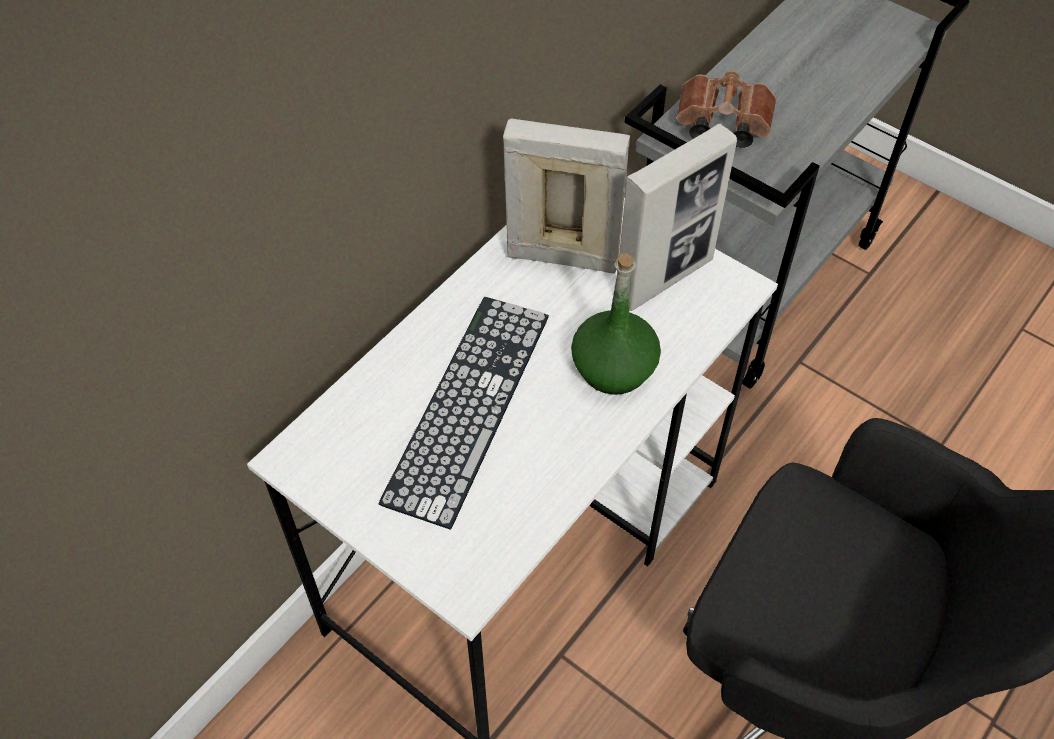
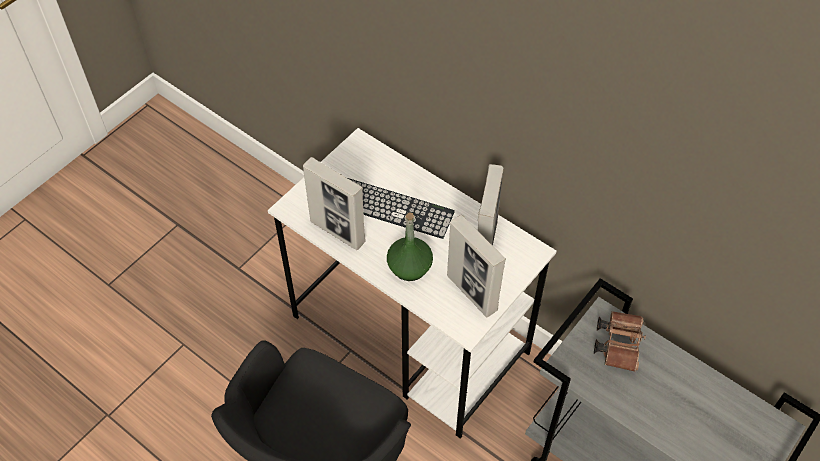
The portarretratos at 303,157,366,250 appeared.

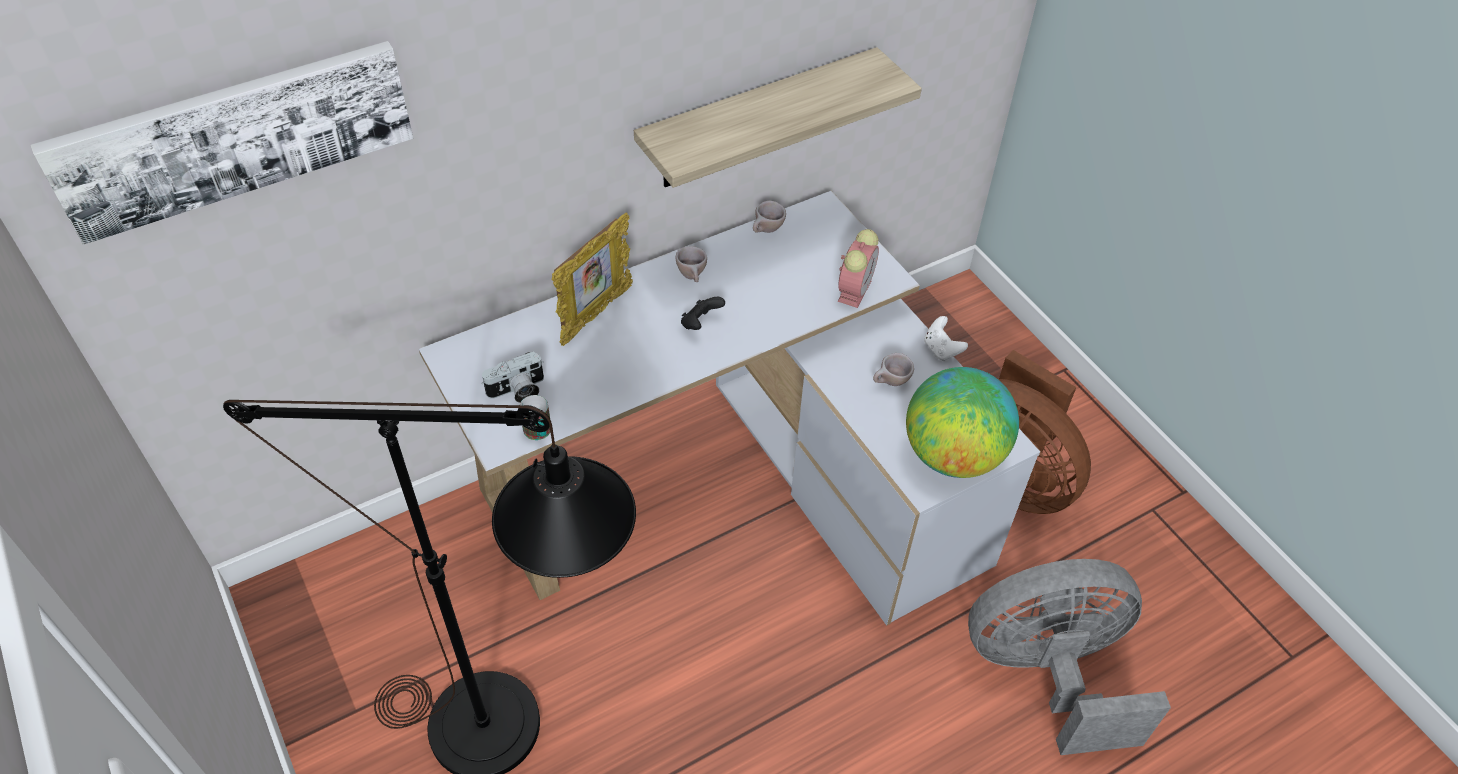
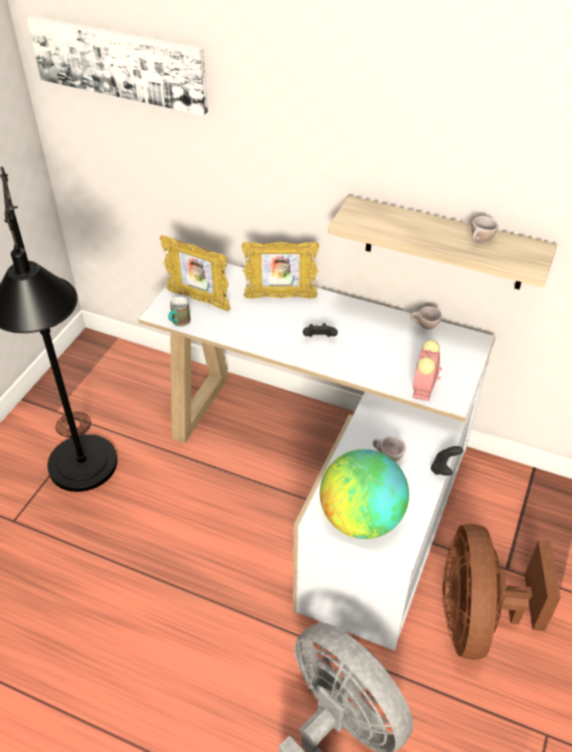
The cámara at 481,351,544,403 was replaced by the portarretratos at 160,235,231,311.
The despertador at 838,229,879,308 turned 120 degrees clockwise.
The mando de consola [blanco] at 924,316,968,361 became the mando de consola [negro] at 431,446,463,476.
The taza [beis] moved from 675,246,707,282 to 471,216,498,243.

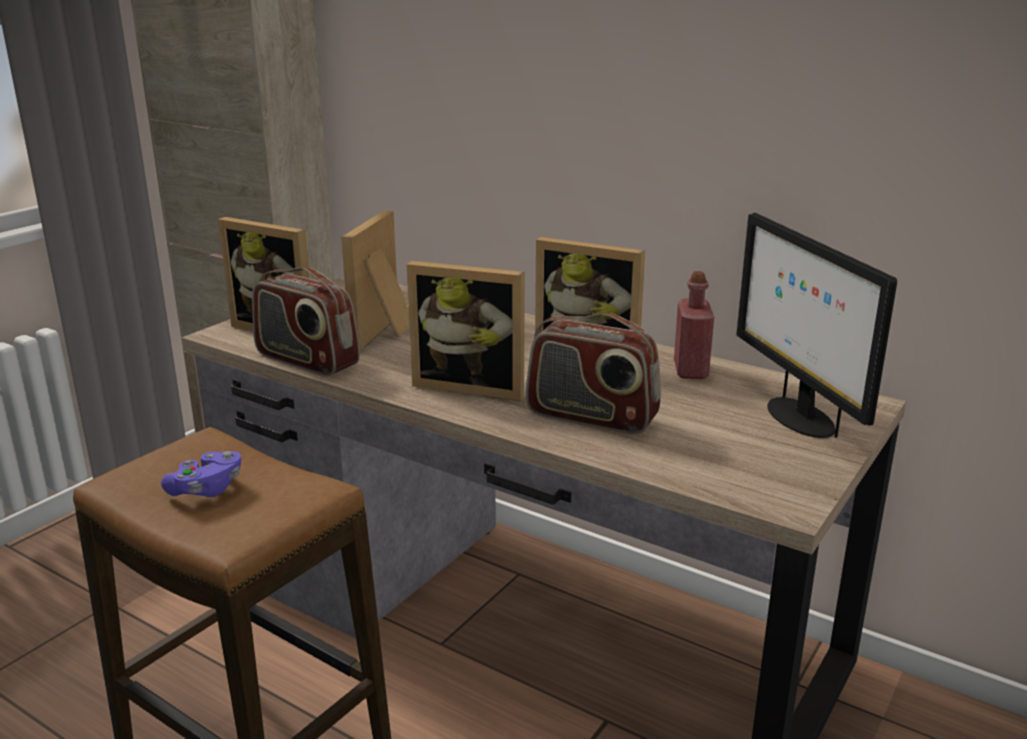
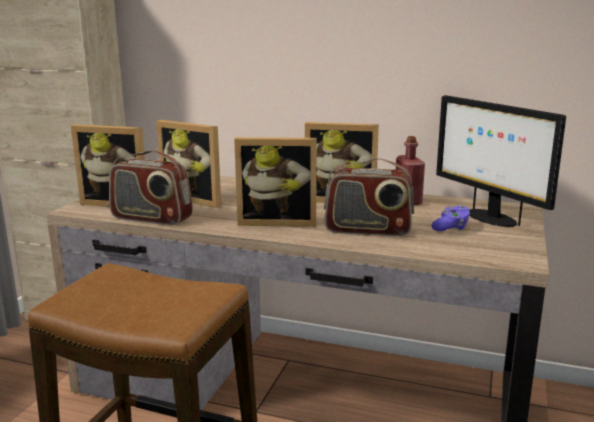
The portarretratos at 341,211,409,351 turned 60 degrees counterclockwise.
The mando de consola [morado] moved from 161,451,241,497 to 431,205,470,231.

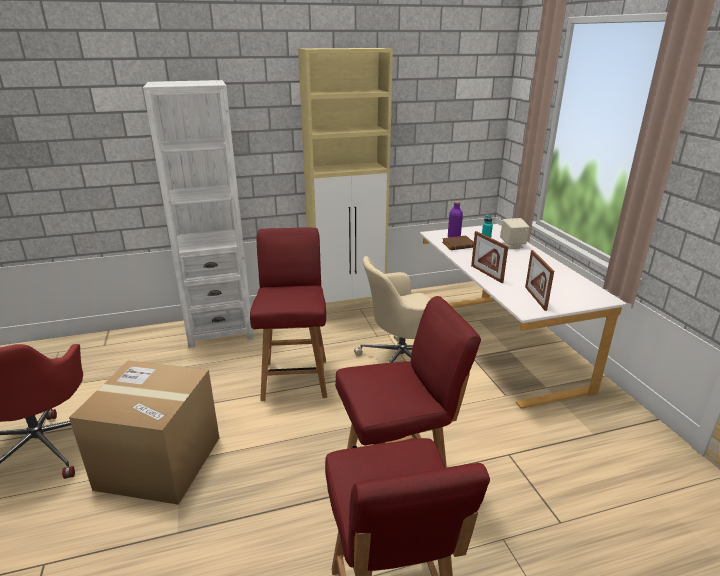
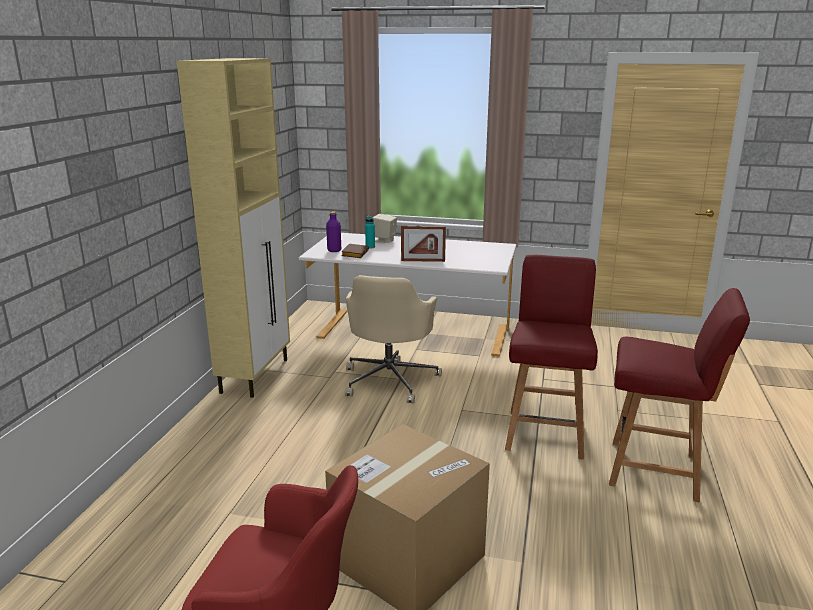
The estantería [blanco] at 143,80,253,348 disappeared.
The silla [rojo] at 250,227,327,401 disappeared.
The portarretratos at 525,250,554,311 disappeared.

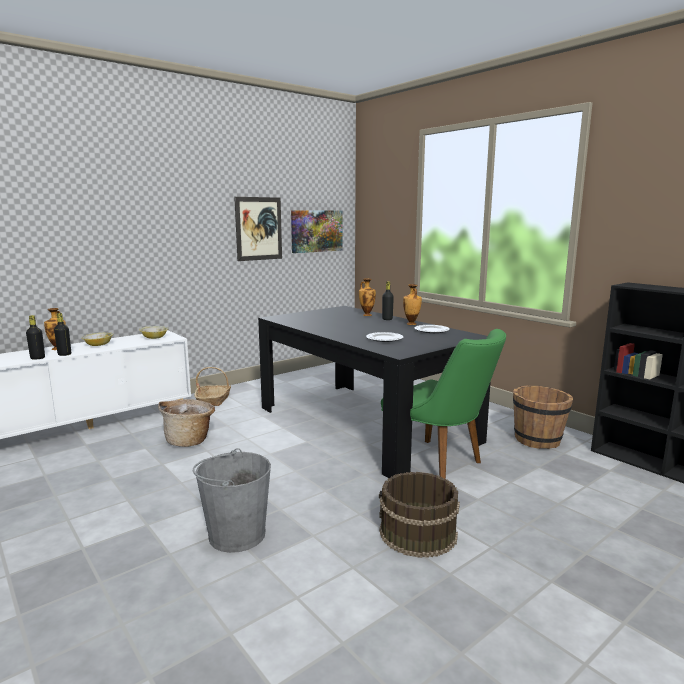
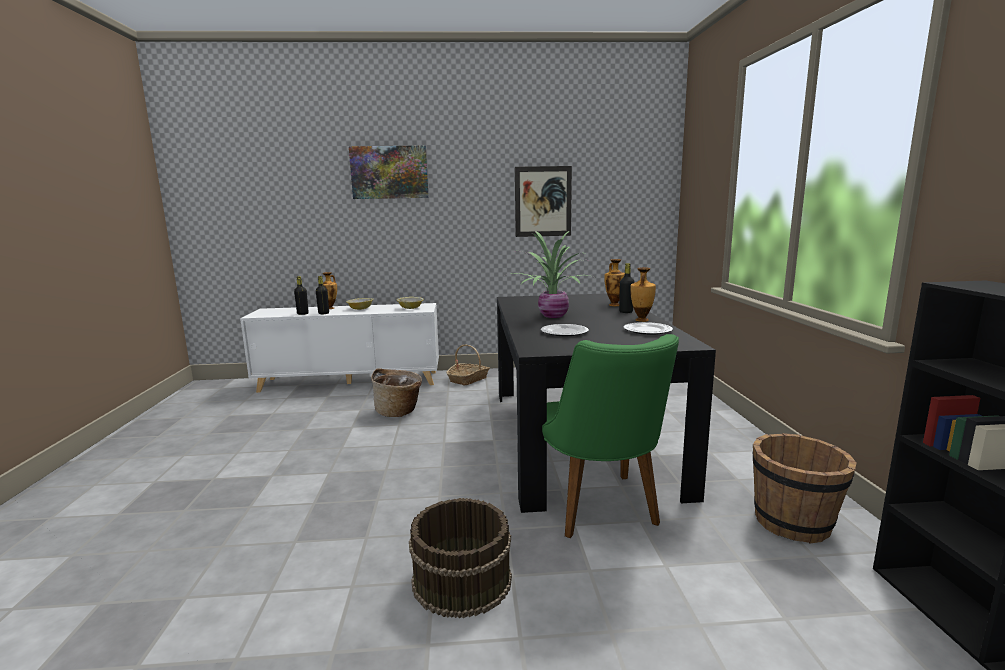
The cuadro moved from 291,210,342,253 to 349,145,429,199.
The planta en maceta at 504,231,593,318 appeared.
The cubo [gris] at 193,448,271,553 disappeared.

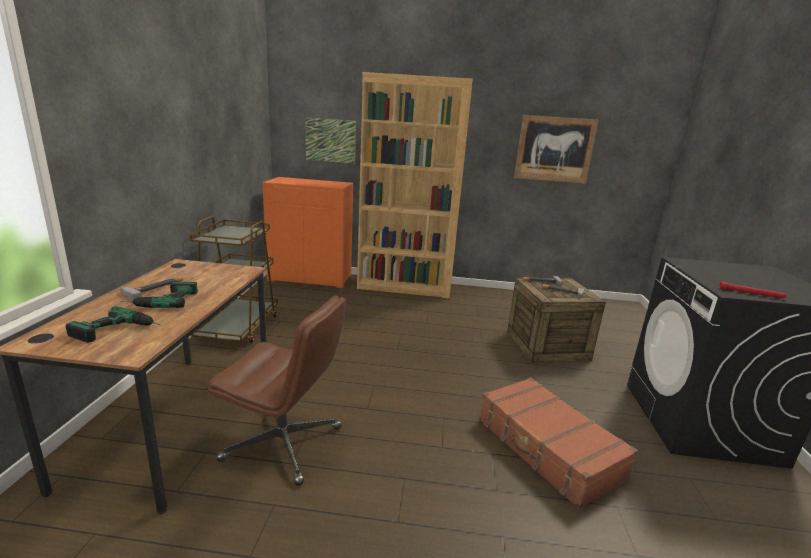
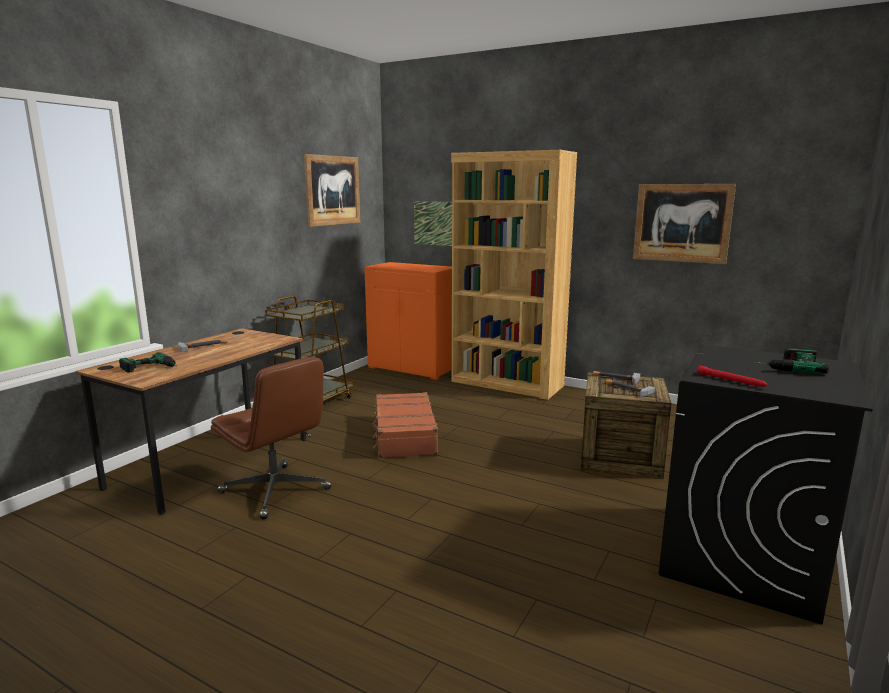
The cuadro at 304,154,360,227 appeared.
The maleta [marrón] moved from 479,377,638,509 to 372,392,438,458.
The taladro moved from 120,282,198,308 to 755,348,829,374.

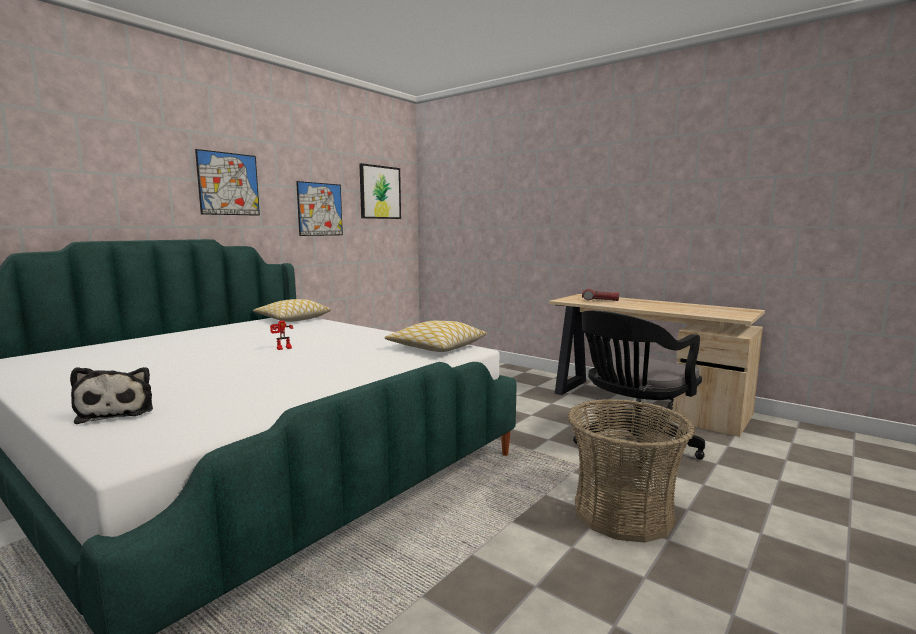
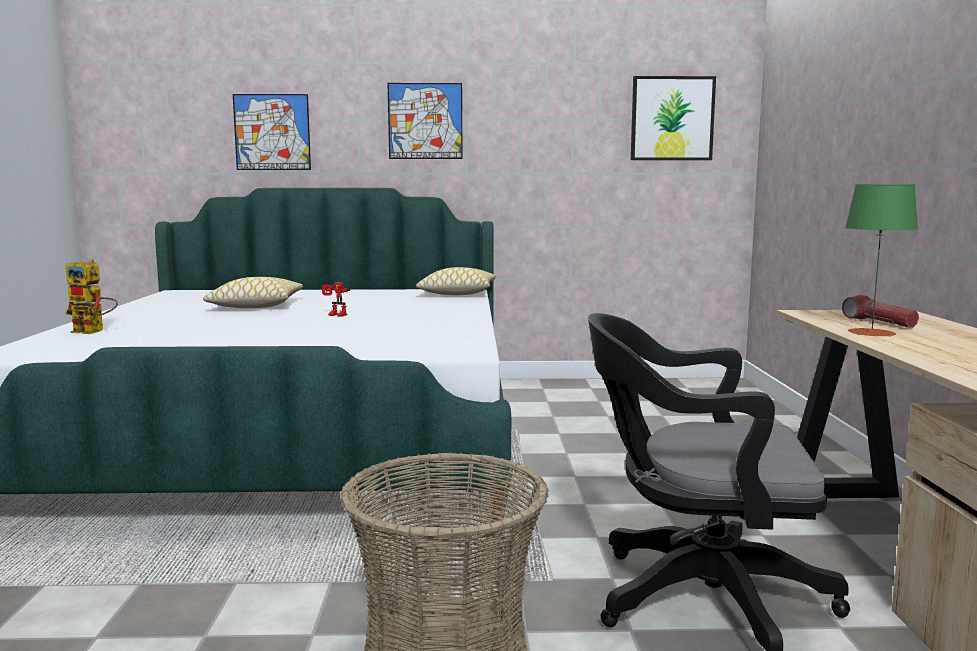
The peluche at 70,367,153,424 was replaced by the robot de juguete at 65,259,118,334.
The cojín moved from 385,321,487,352 to 203,277,303,308.
The cuadro moved from 296,181,343,236 to 233,94,311,170.
The lámpara de mesa [verde] at 845,184,918,336 appeared.

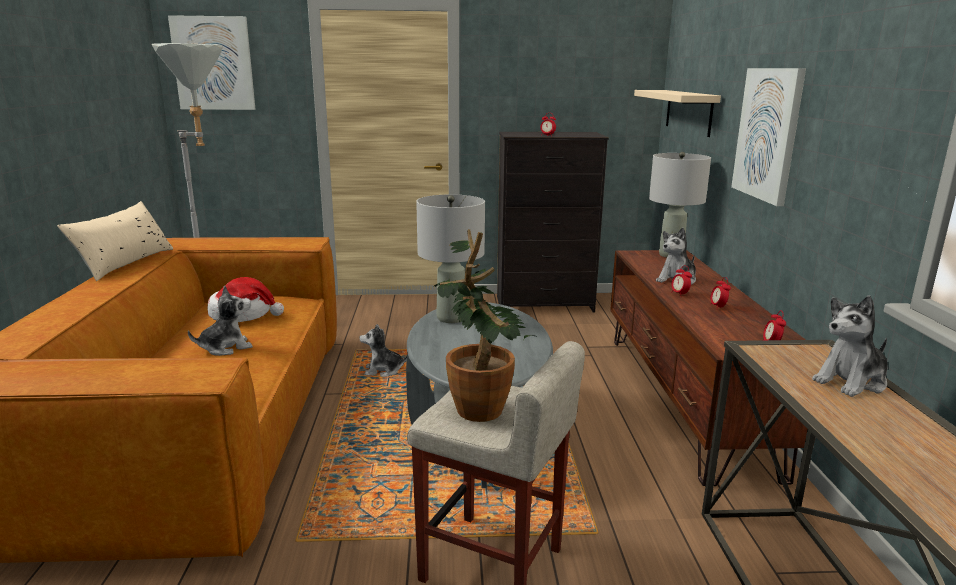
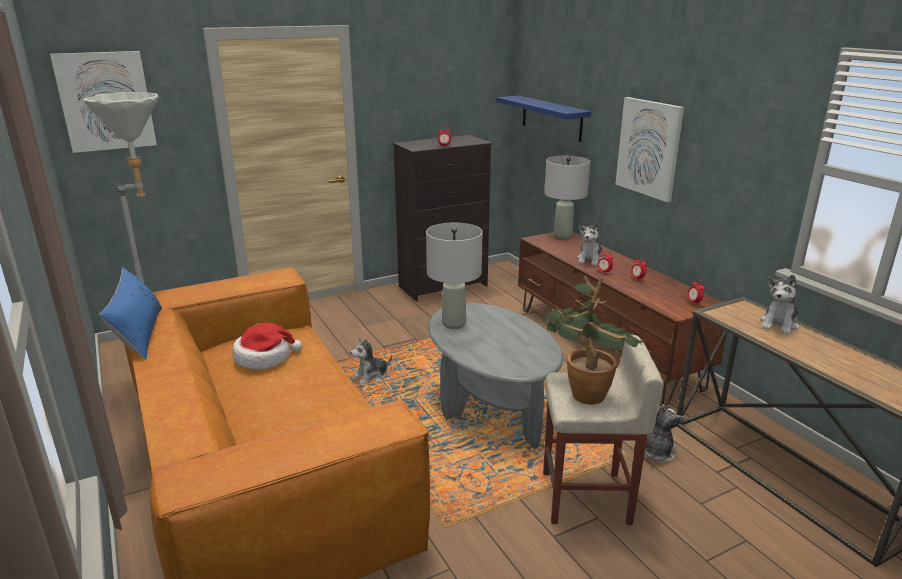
The cojín [beis] at 57,201,174,281 became the cojín [azul] at 99,268,162,360.
The estante [beis] at 634,90,721,137 became the estante [azul] at 496,96,591,142.
The peluche moved from 188,285,253,356 to 644,404,684,463.

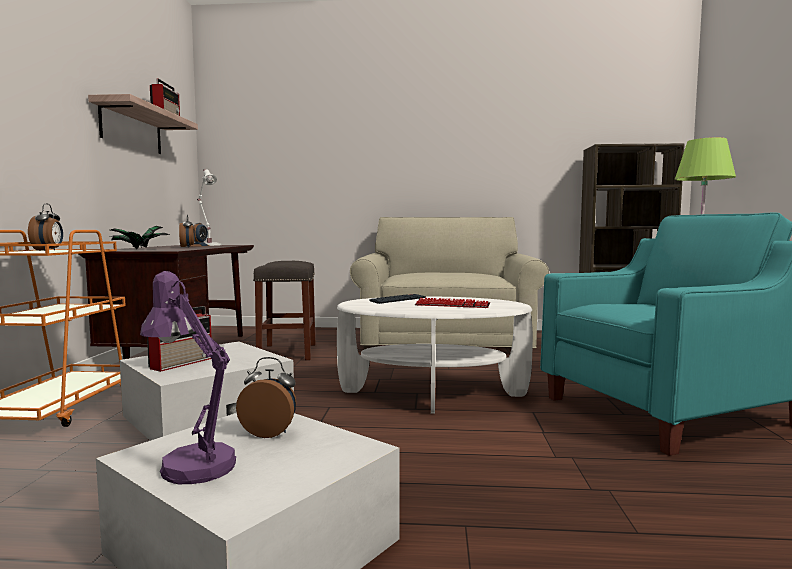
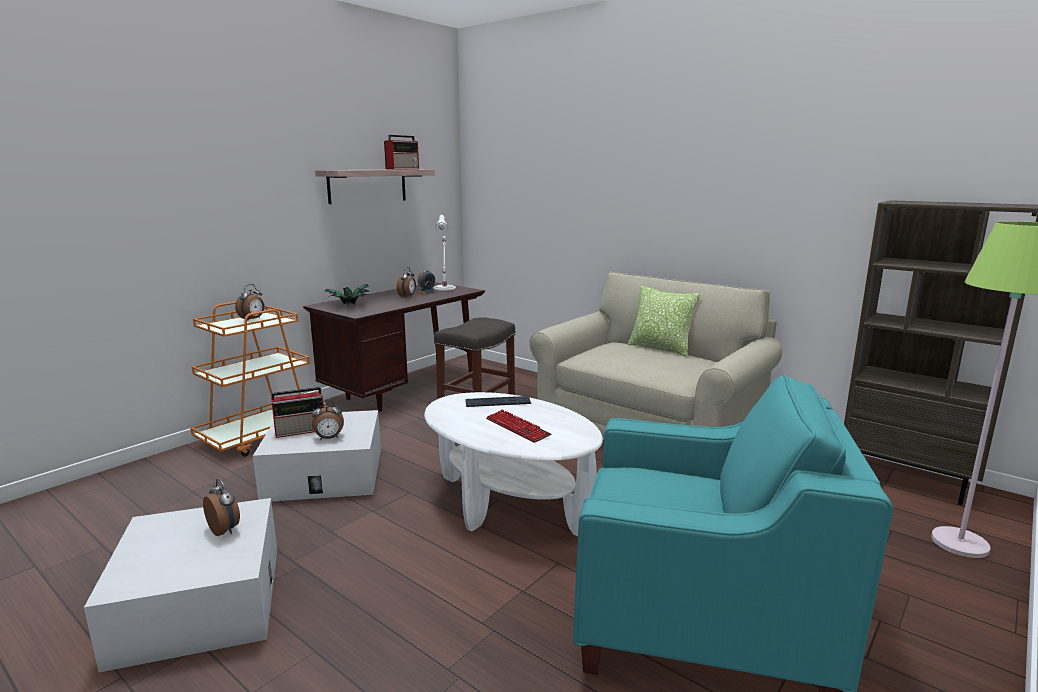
The despertador at 312,400,344,440 appeared.
The cojín at 628,286,700,357 appeared.
The lámpara de mesa [morado] at 140,271,236,484 disappeared.

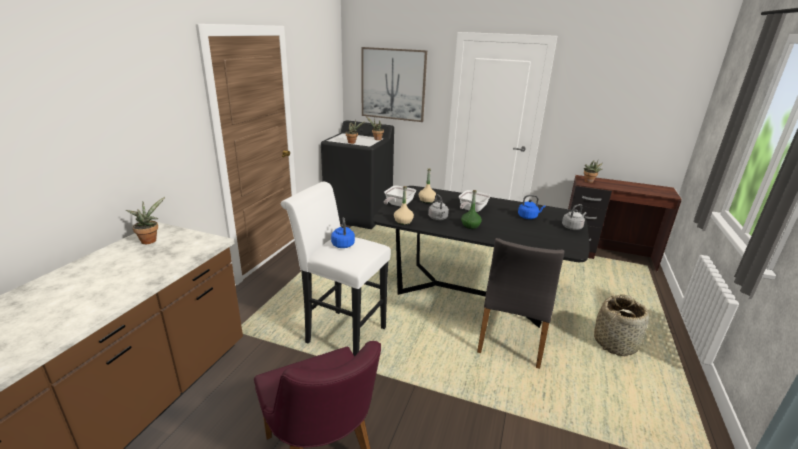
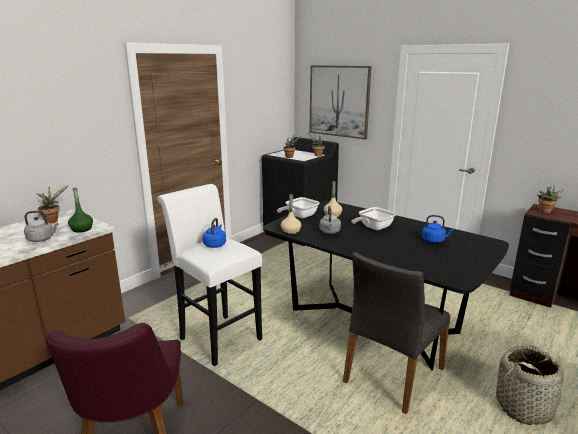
The hervidor [gris] moved from 562,204,586,230 to 24,211,59,242.
The botella [verde] moved from 461,190,482,229 to 68,188,93,233.

